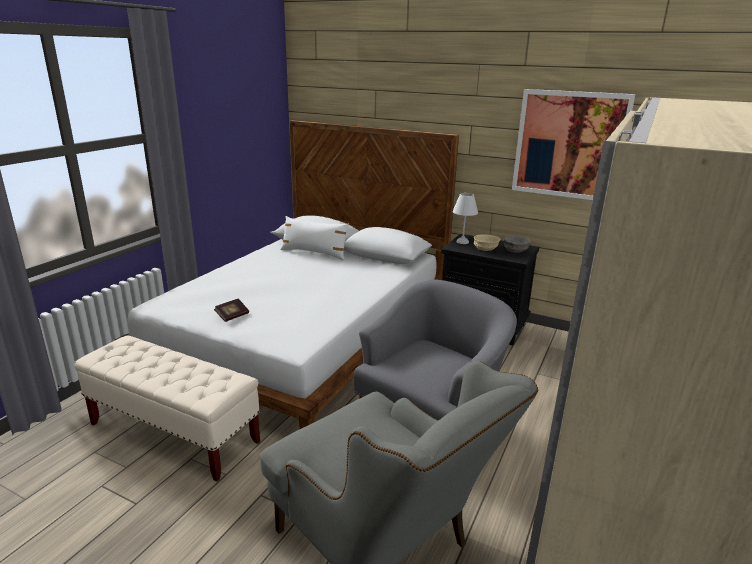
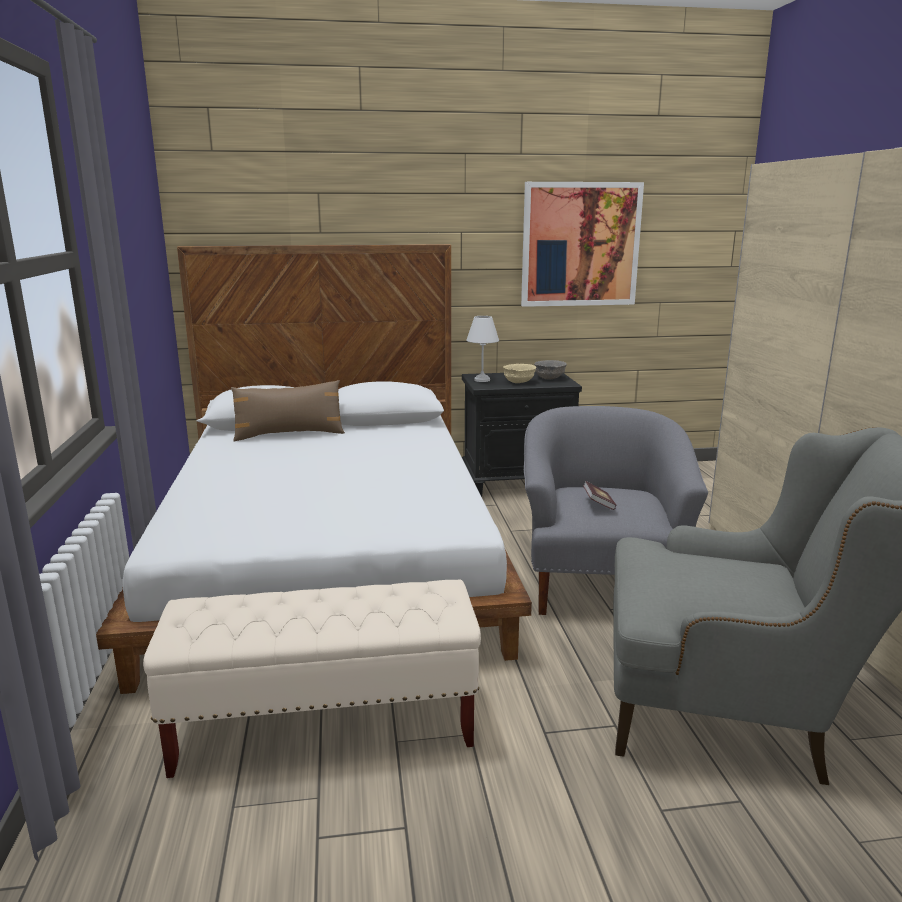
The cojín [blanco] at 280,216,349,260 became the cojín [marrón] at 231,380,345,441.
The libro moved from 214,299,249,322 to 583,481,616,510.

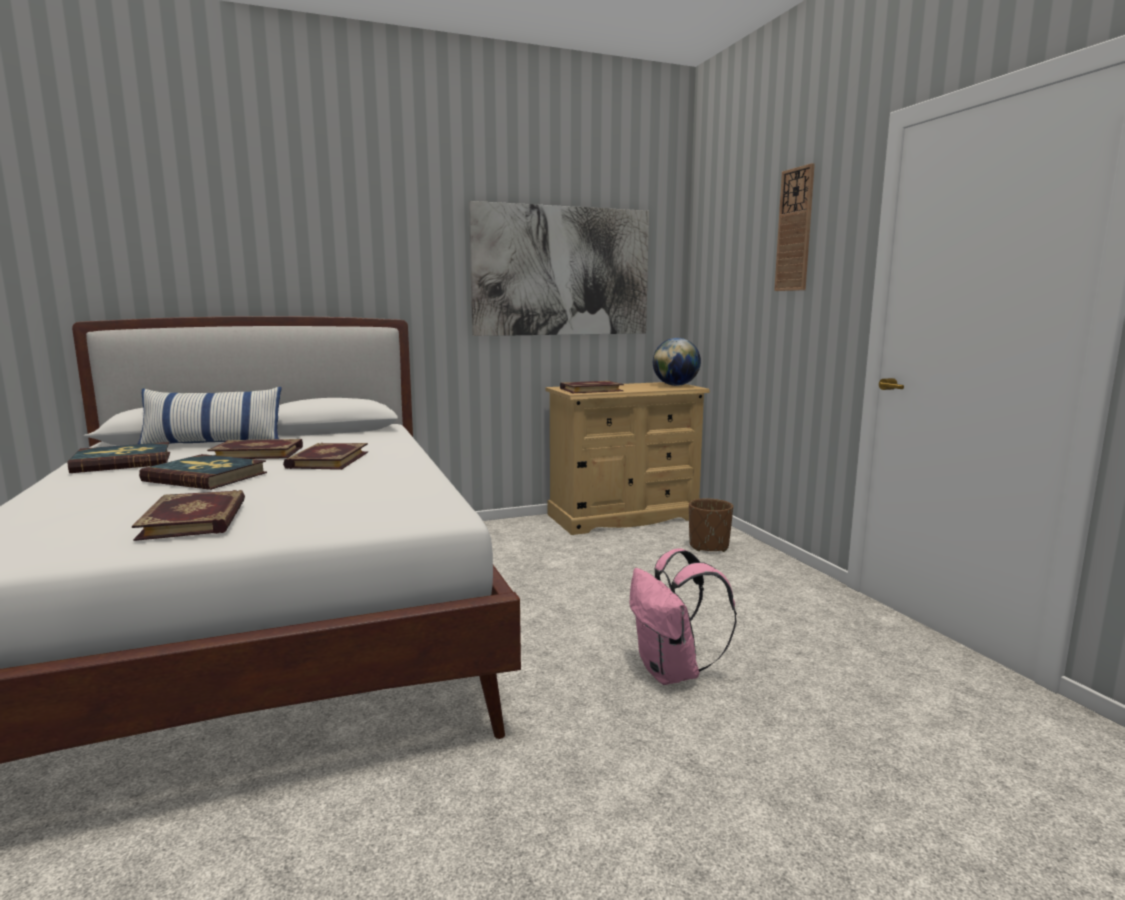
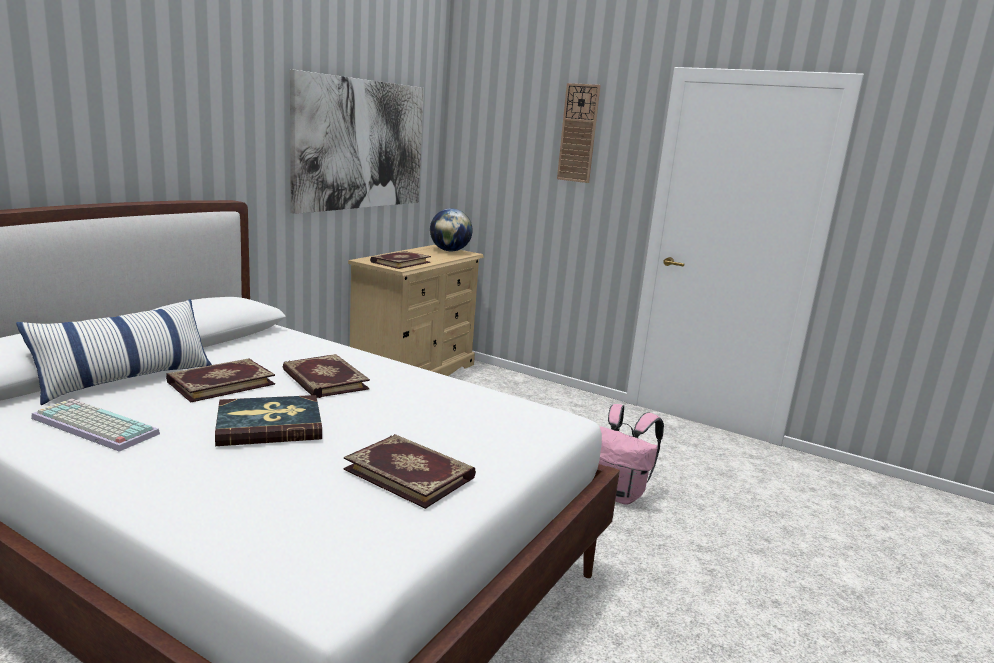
The libro at 67,442,170,473 was replaced by the teclado at 31,399,160,452.
The maceta [marrón] at 689,498,733,552 disappeared.

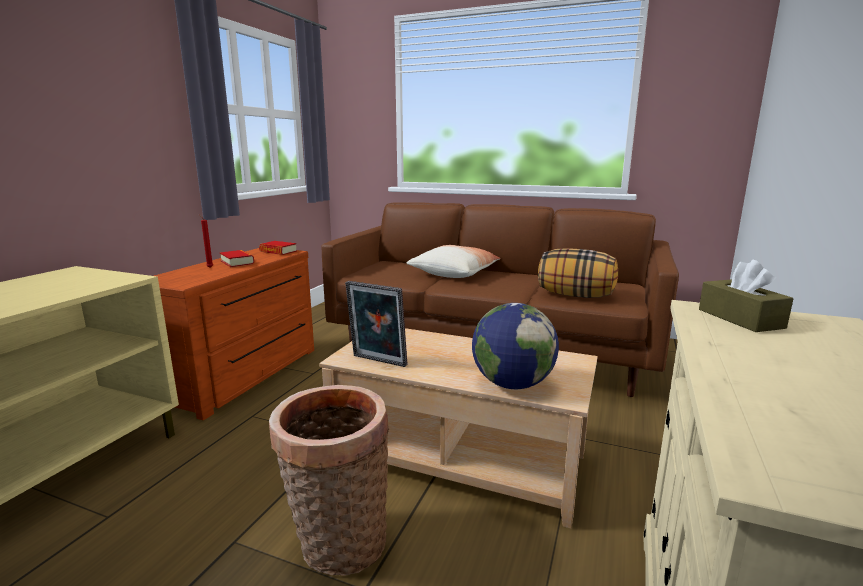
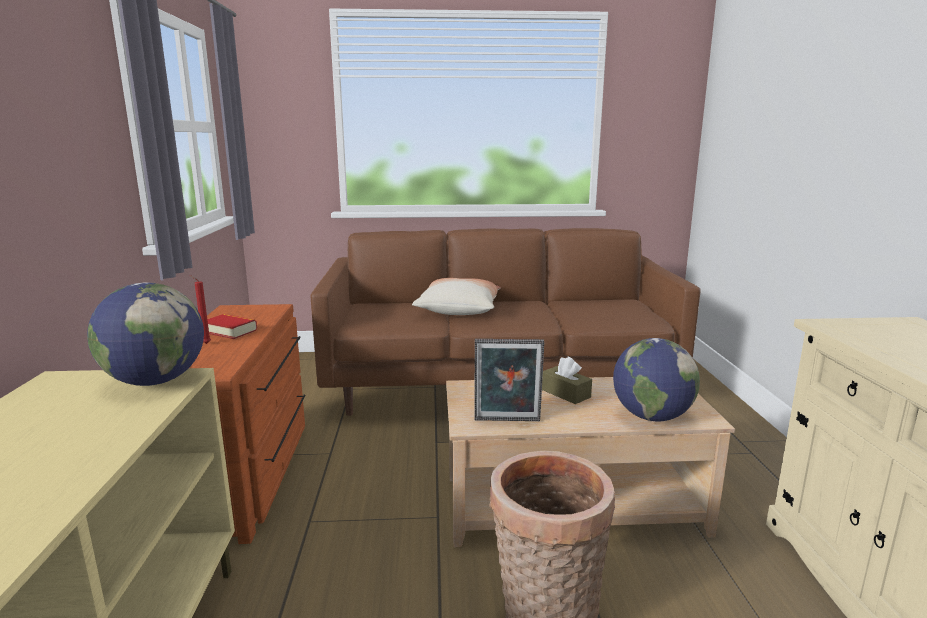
The globo terráqueo at 87,282,204,386 appeared.
The caja de pañuelos [marrón] moved from 699,260,793,332 to 542,357,592,404.
The libro at 259,241,297,255 disappeared.
The cojín at 538,248,618,298 disappeared.

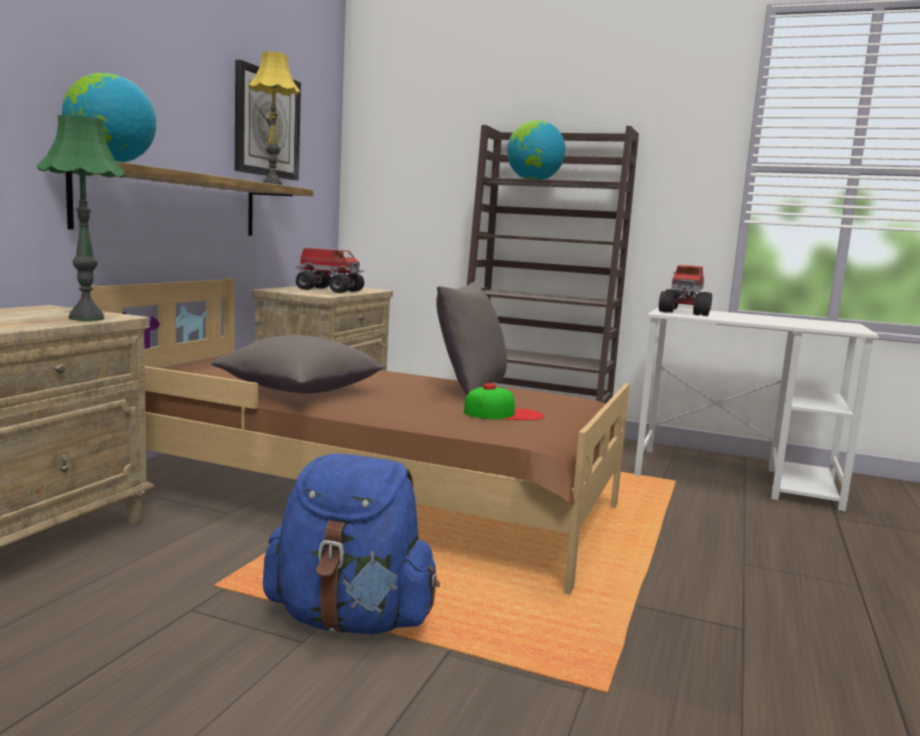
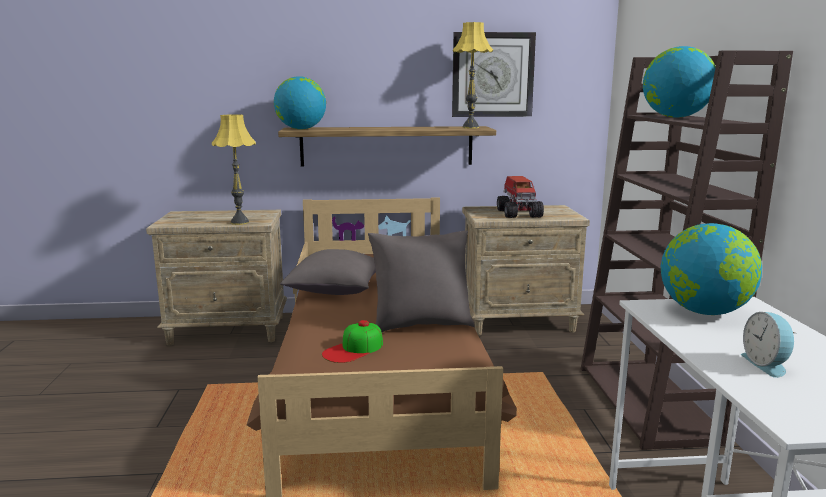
The lámpara de mesa [verde] at 37,115,125,321 became the lámpara de mesa [amarillo] at 212,114,256,225.
The gorra at 464,383,545,420 turned 75 degrees clockwise.
The camión de juguete at 659,265,712,316 was replaced by the globo terráqueo at 661,223,762,315.
The despertador at 741,312,797,378 appeared.
The mochila [azul] at 263,454,440,635 disappeared.

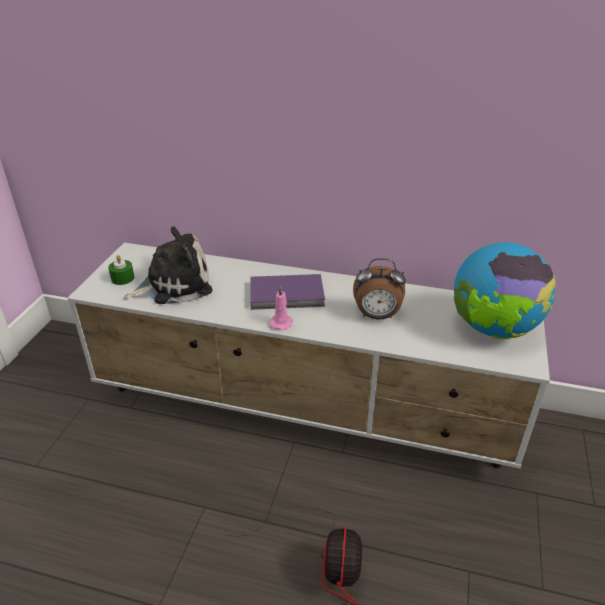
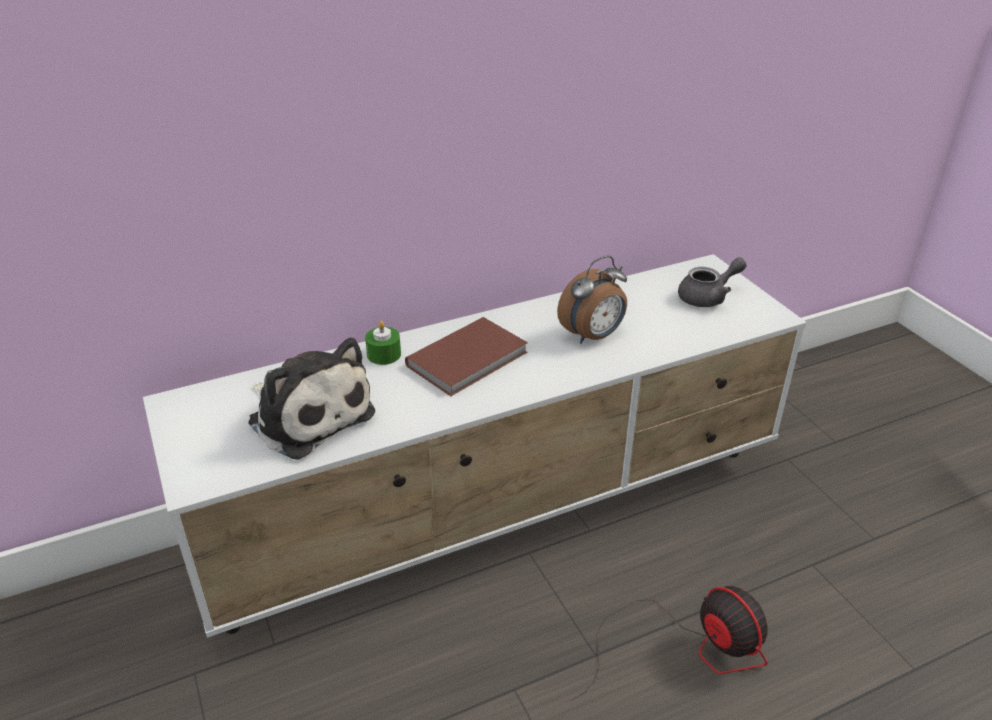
The peluche at 124,226,212,304 turned 105 degrees clockwise.
The vela [verde] moved from 108,255,134,285 to 365,320,401,365.
The libro [morado] at 250,274,325,310 became the libro [marrón] at 405,317,528,396.
The globo terráqueo at 454,242,556,339 was replaced by the tetera [gris] at 678,257,747,307.
The vela [rosa] at 269,286,293,330 disappeared.

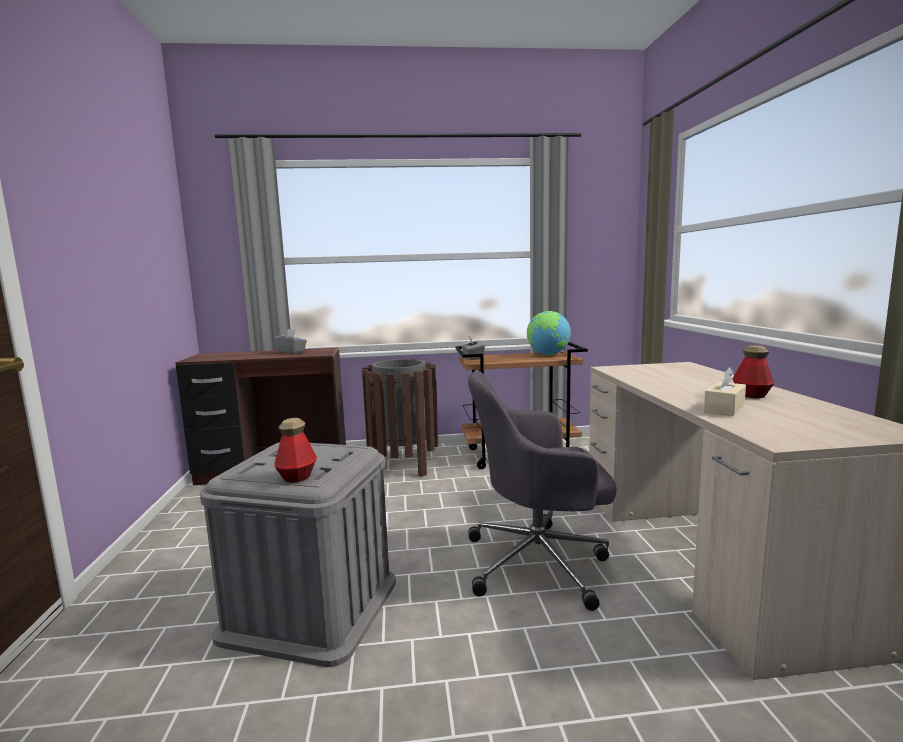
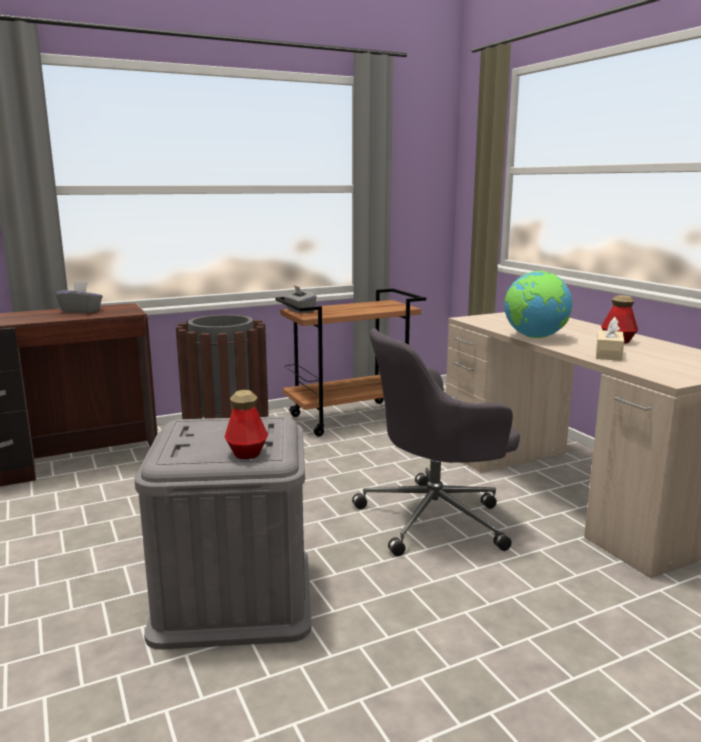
The globo terráqueo moved from 527,311,571,355 to 504,271,572,338.

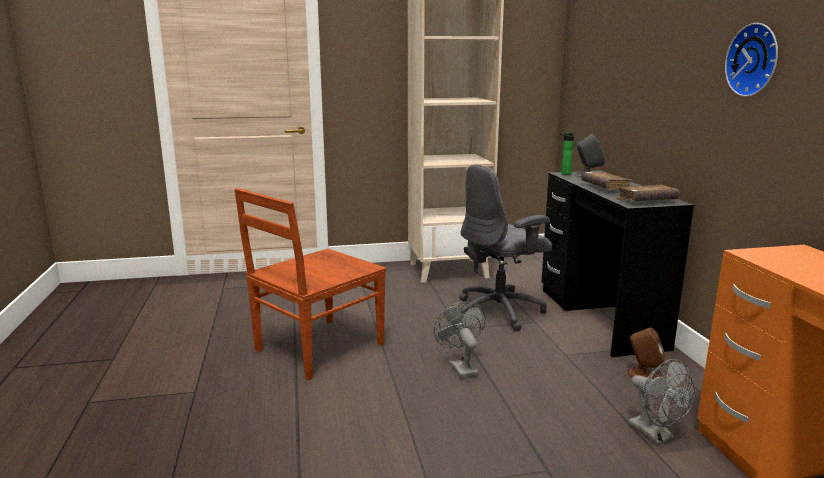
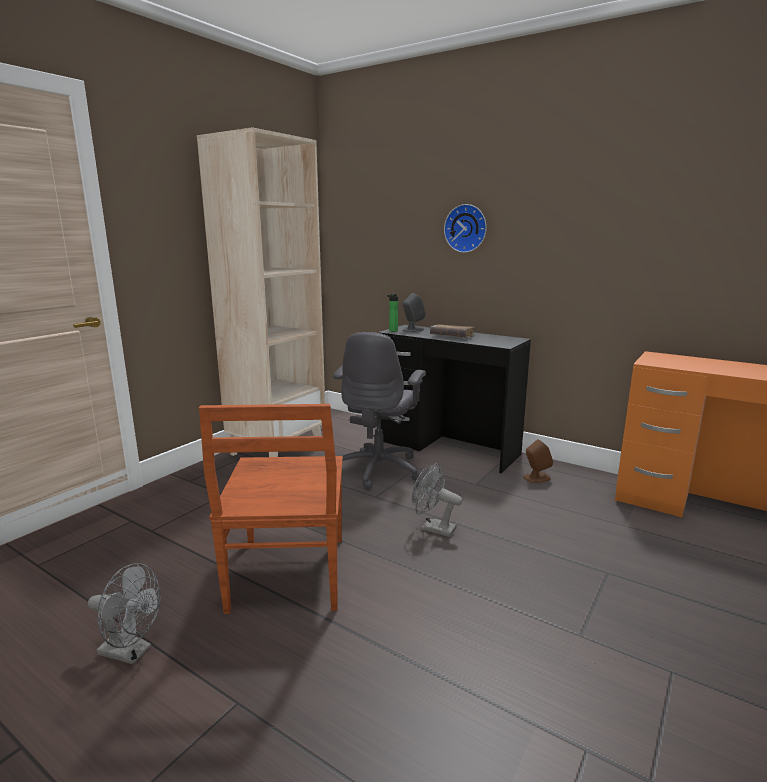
The ventilador [gris] moved from 628,359,695,444 to 88,563,161,665.
The reloj de pared moved from 725,23,778,97 to 444,204,487,253.
The libro [marrón] at 616,184,679,201 disappeared.

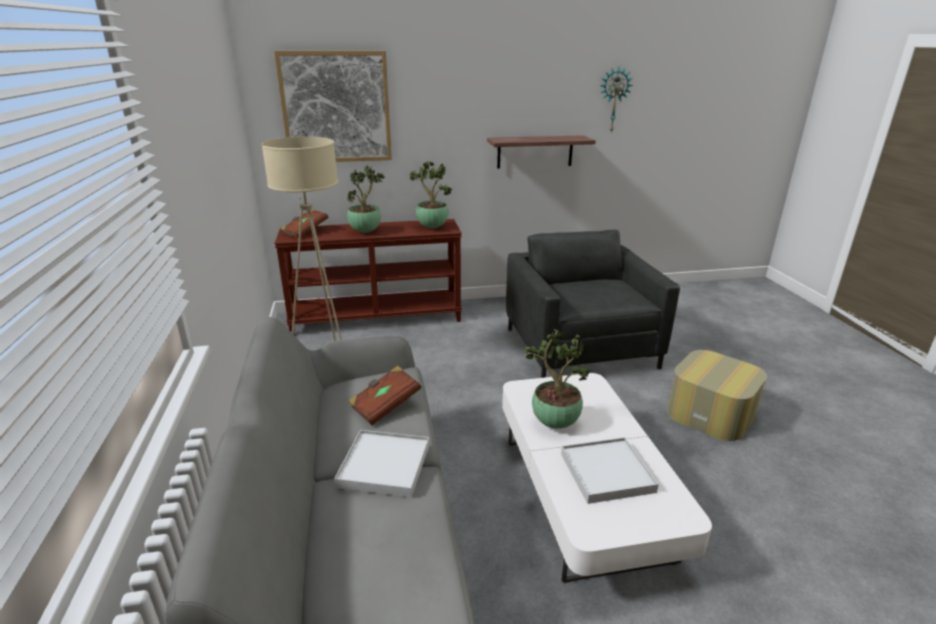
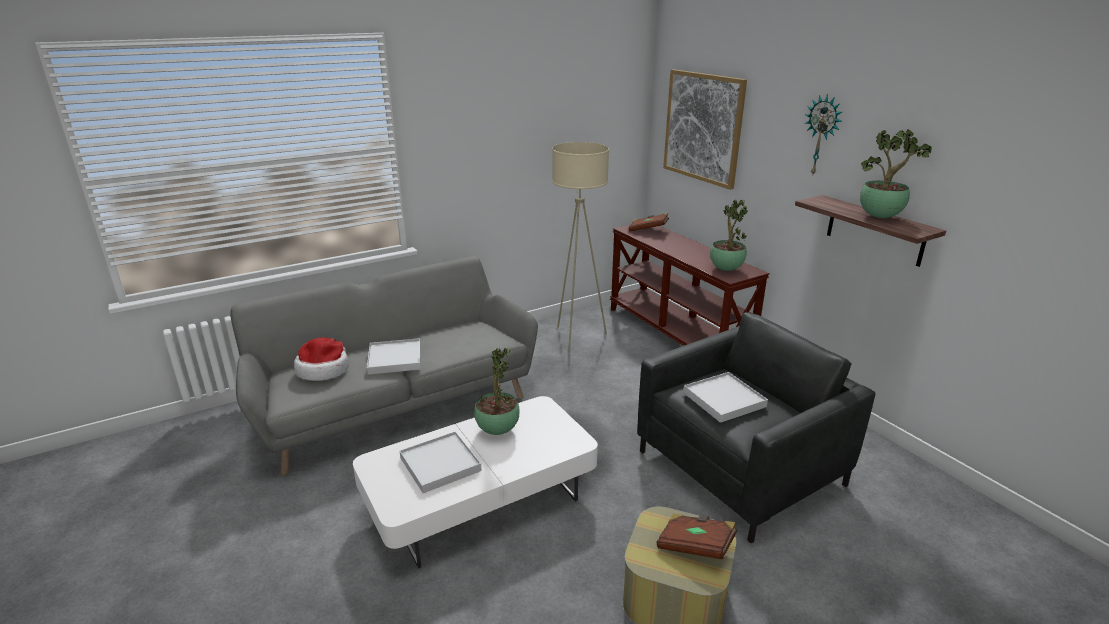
The sombrero at 294,337,349,381 appeared.
The libro [marrón] moved from 348,366,421,425 to 657,514,737,559.
The bandeja [blanco] at 683,372,768,423 appeared.
The reloj de pared moved from 600,67,633,133 to 805,94,842,174.
The planta en maceta moved from 347,166,385,233 to 860,129,932,218.

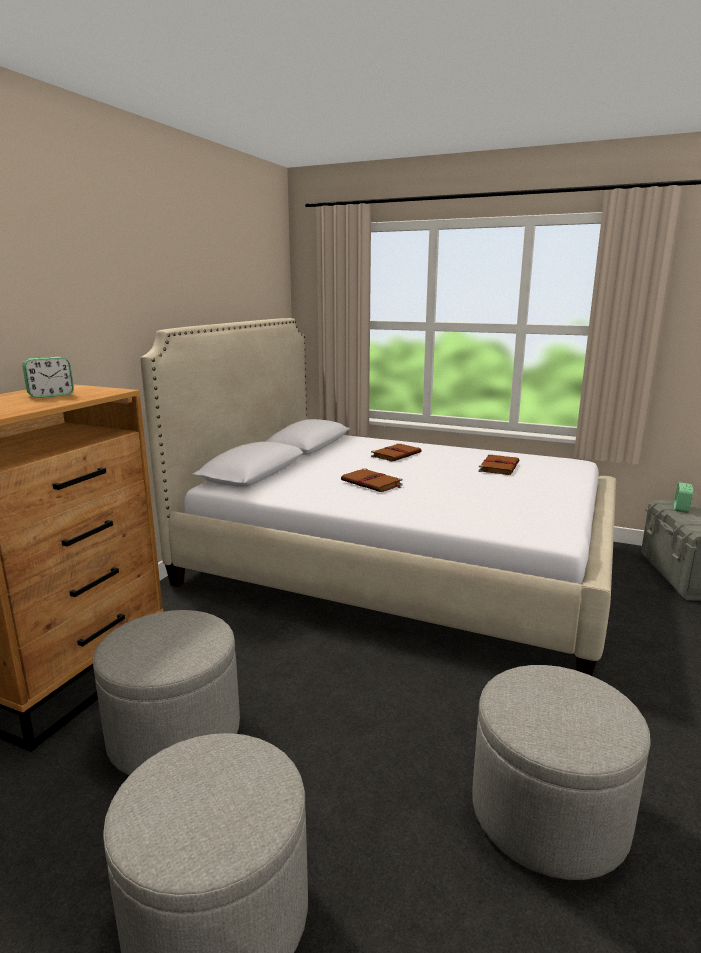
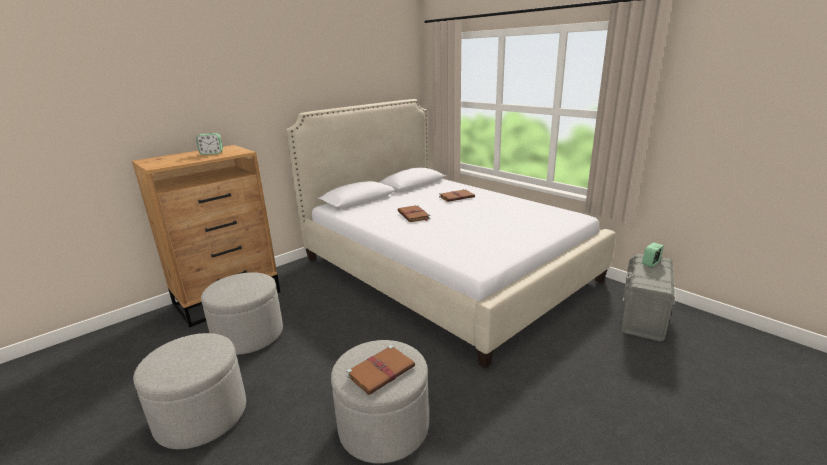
The libro [marrón] moved from 478,454,519,475 to 346,345,415,395.

